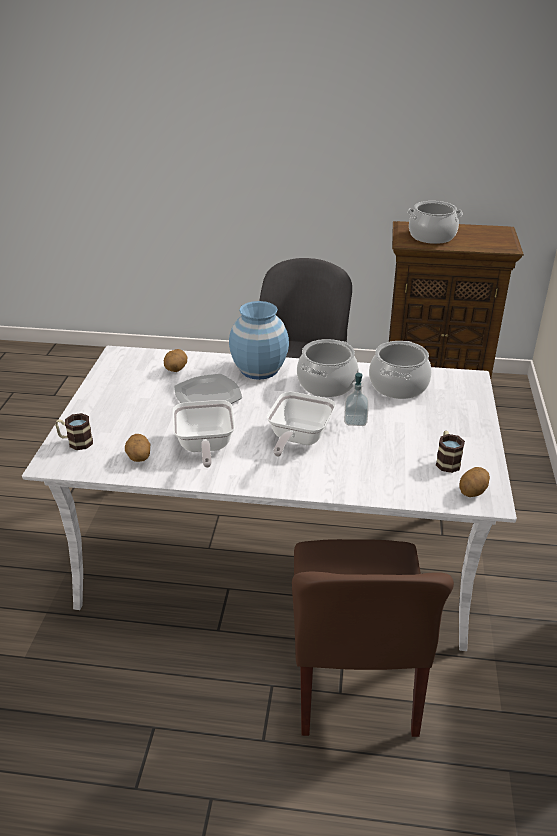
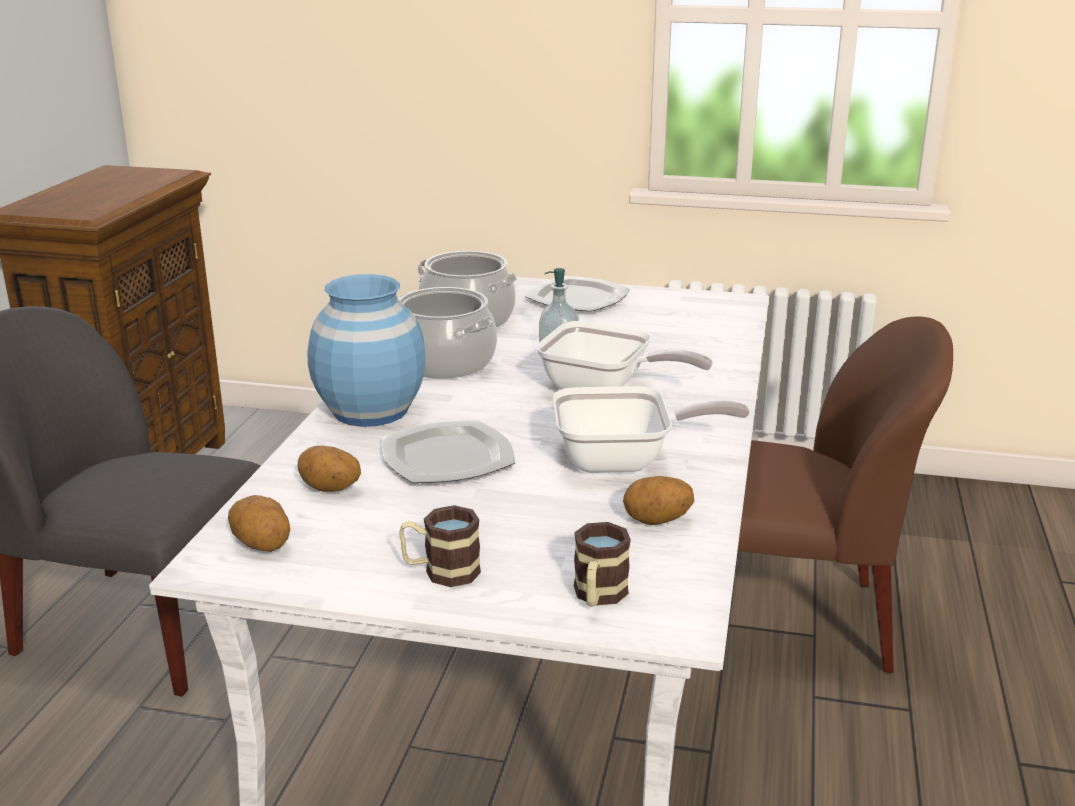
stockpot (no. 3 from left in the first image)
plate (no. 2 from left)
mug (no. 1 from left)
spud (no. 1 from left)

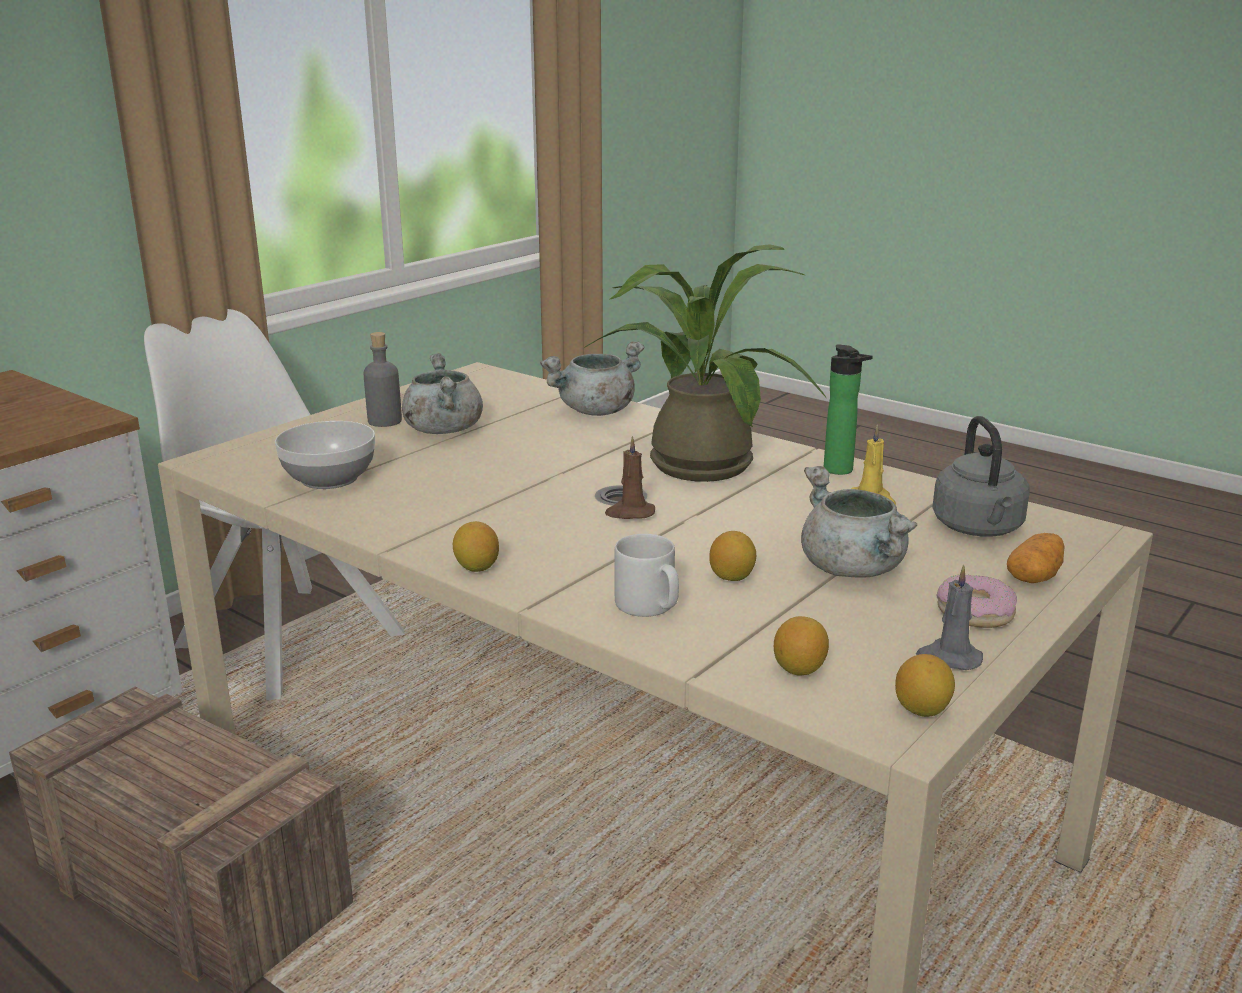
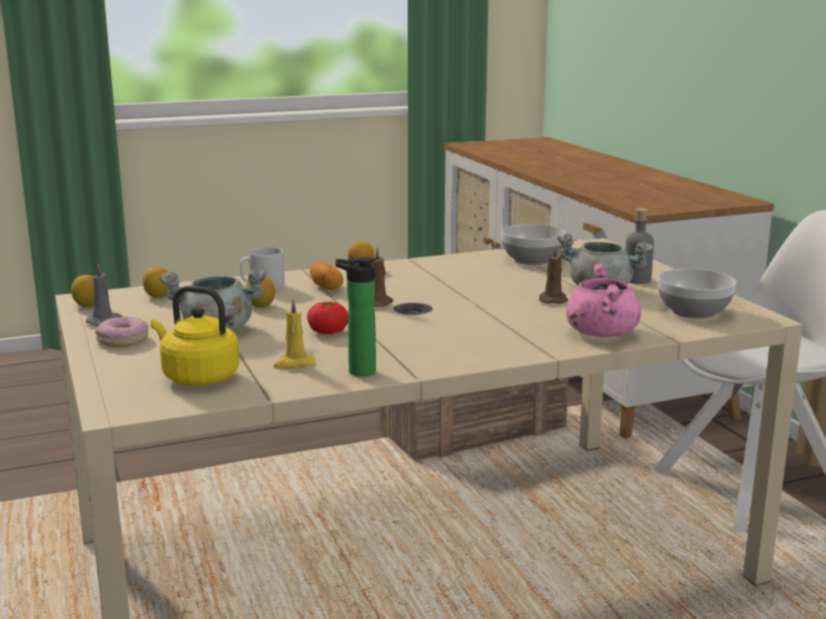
potted plant
fresh tomato
brown candle (no. 2 from left)
serving bowl (no. 2 from left)
spud
pink stockpot
yellowish tea kettle

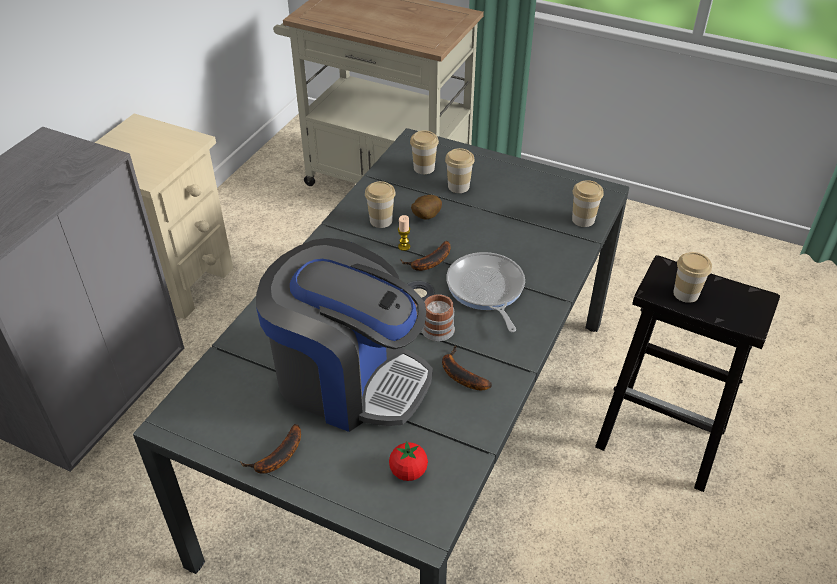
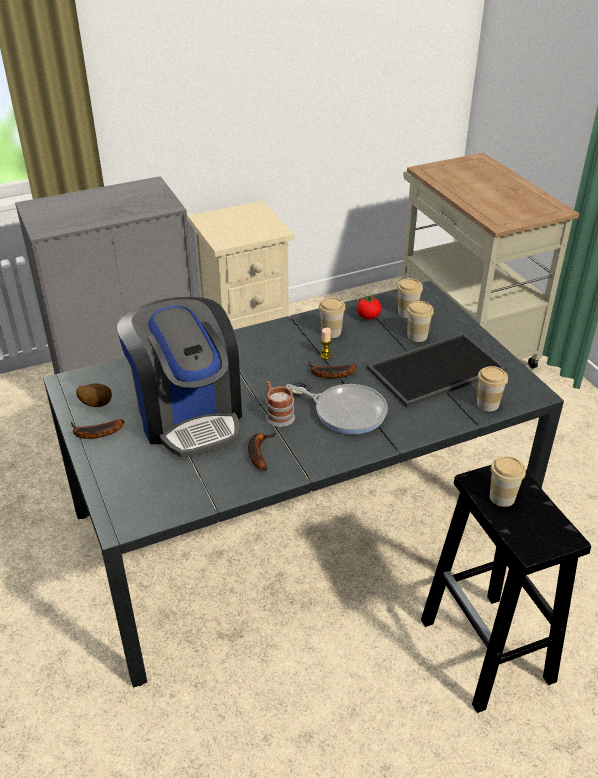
tray
fresh tomato
spud
frying pan

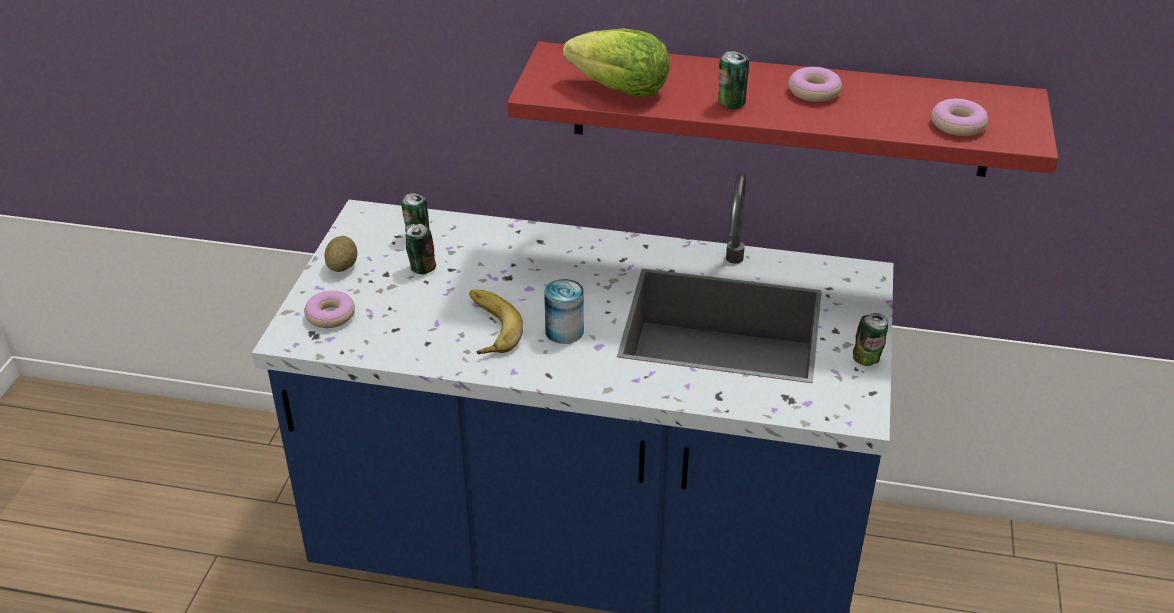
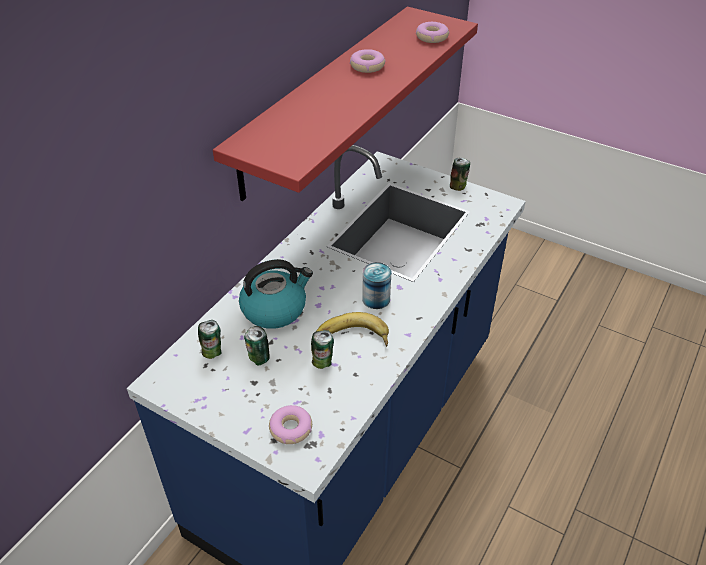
spud
head of lettuce
tea kettle
metal can (no. 3 from left)

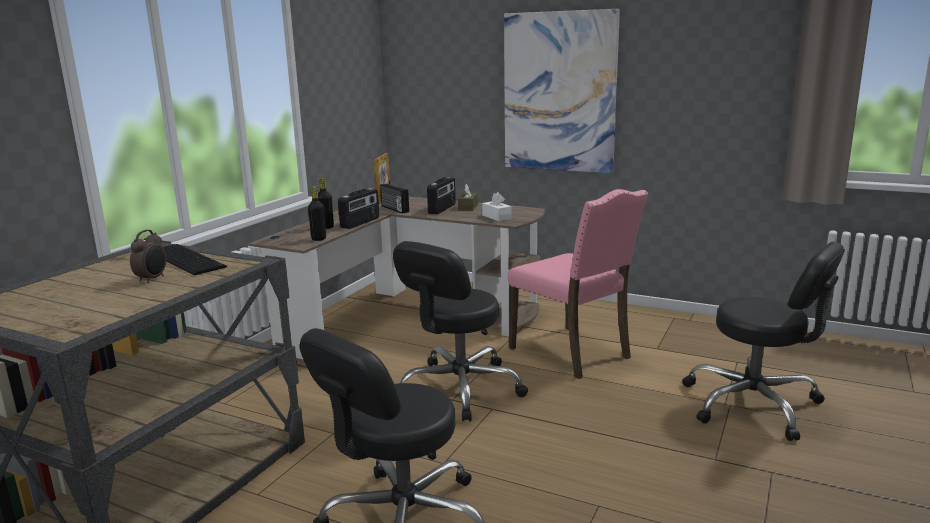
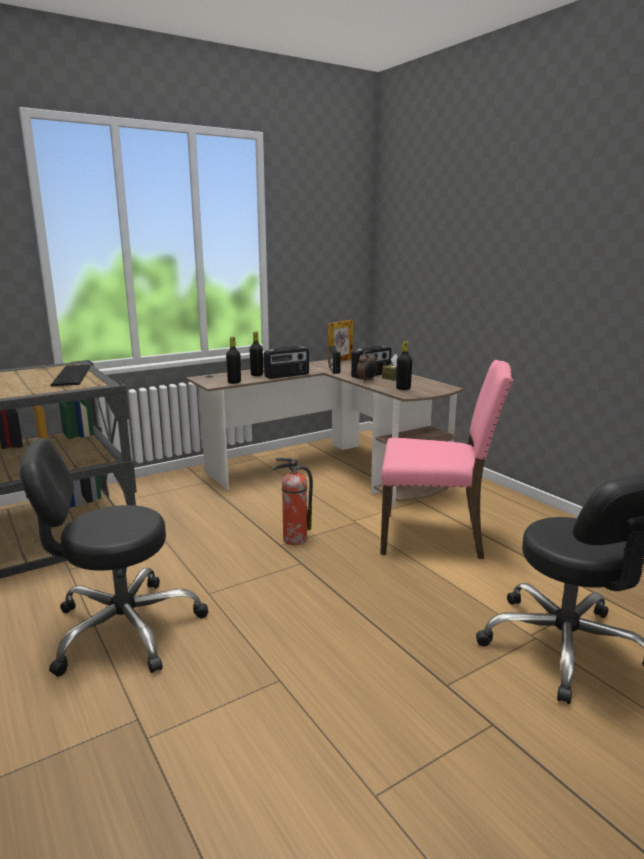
wall art
table clock
extinguisher
blackish drink bottle (no. 3 from left)
pink upright chair

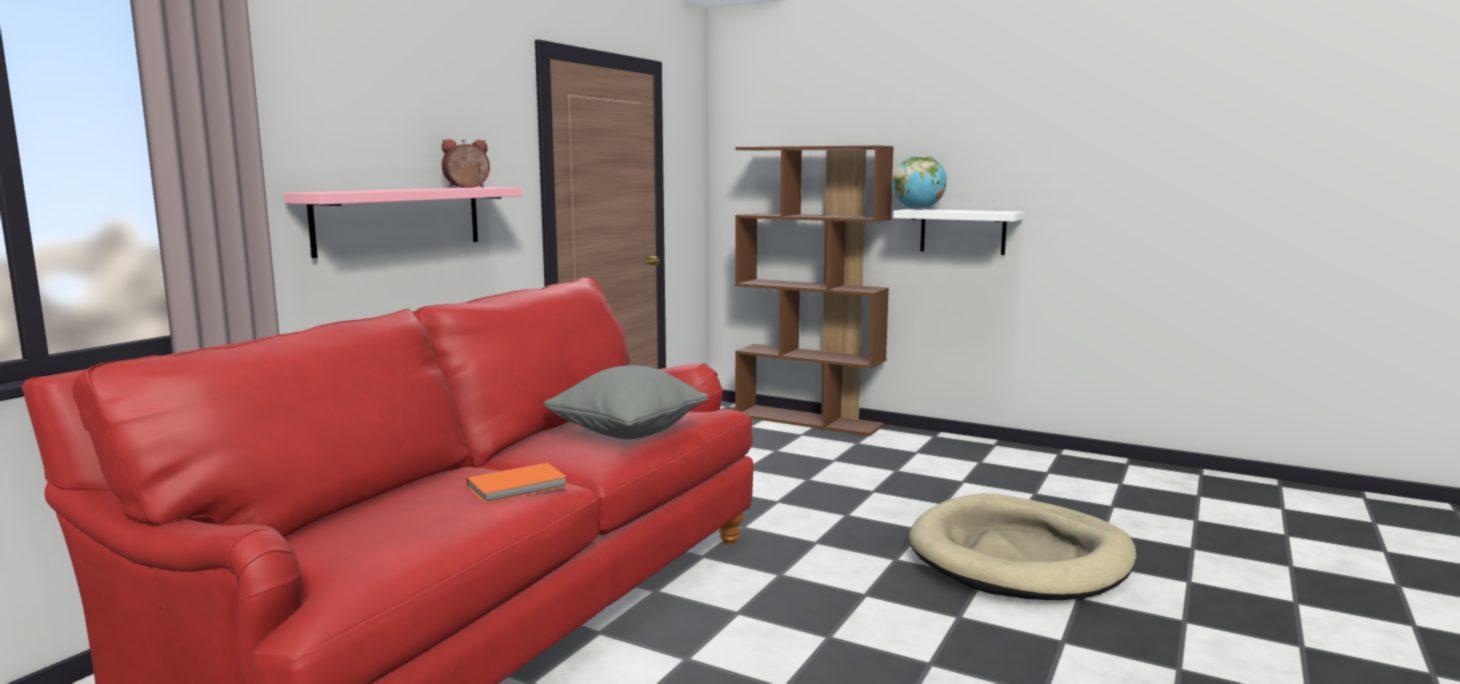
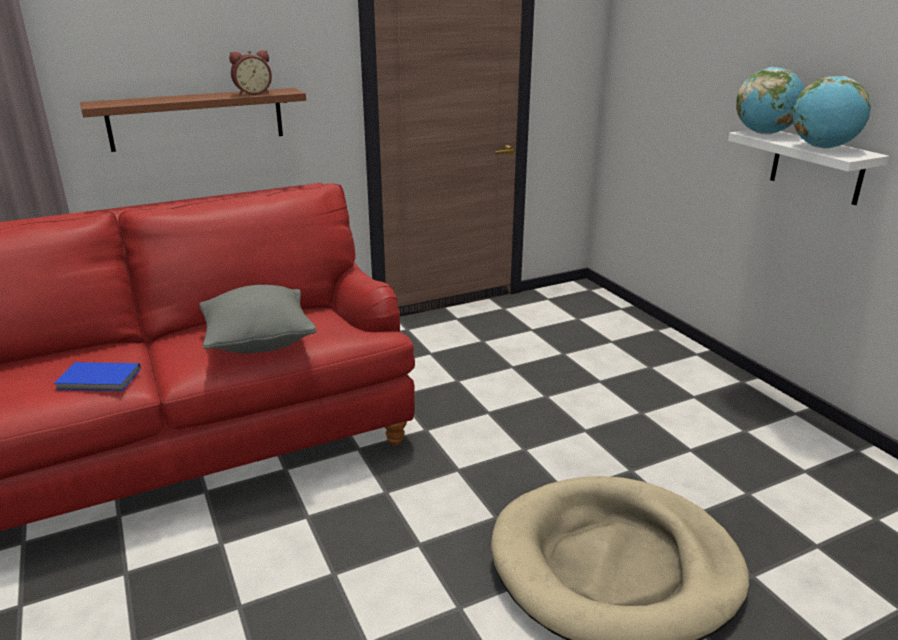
brown bookcase
world globe (no. 2 from left)
brown shelf
blue-coloured bound book
table clock

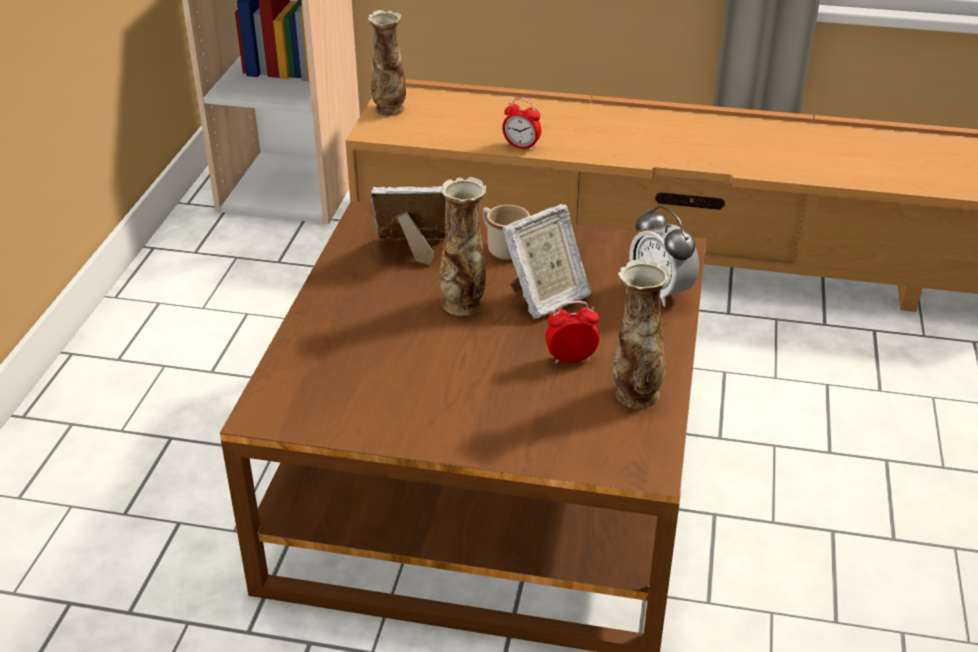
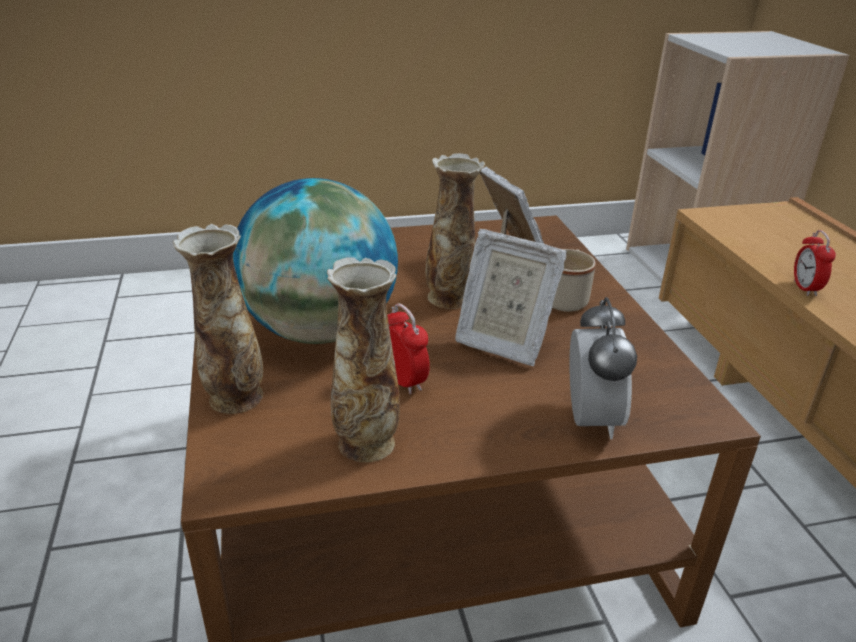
world globe
vase (no. 1 from left)
table clock (no. 2 from left)

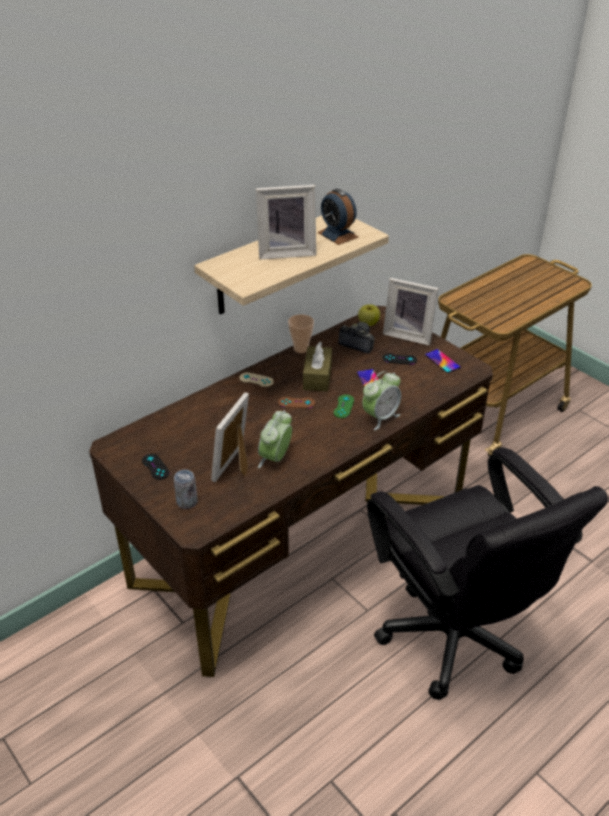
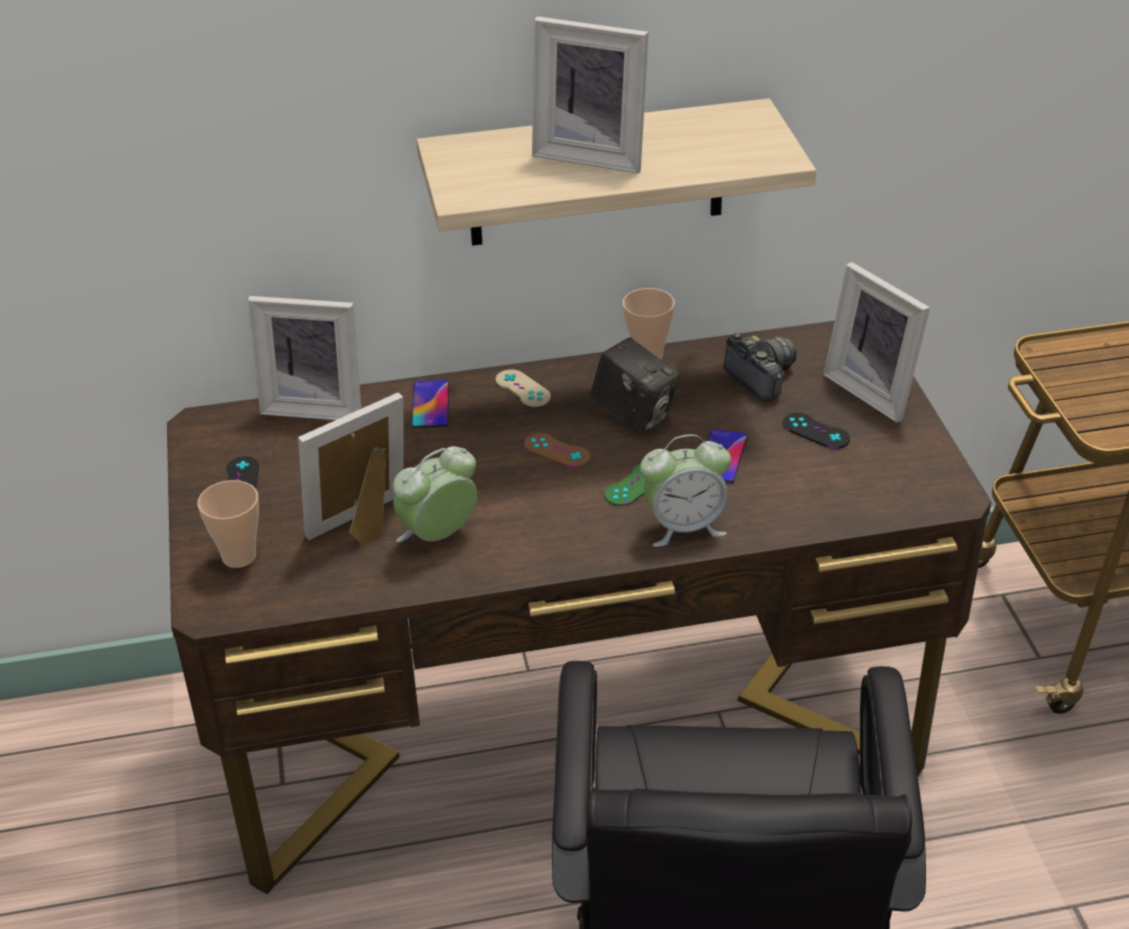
table clock (no. 2 from left in the first image)
apple
standing frame (no. 1 from left)
telephone (no. 1 from left)
drinking cup (no. 1 from left)
still camera (no. 1 from left)

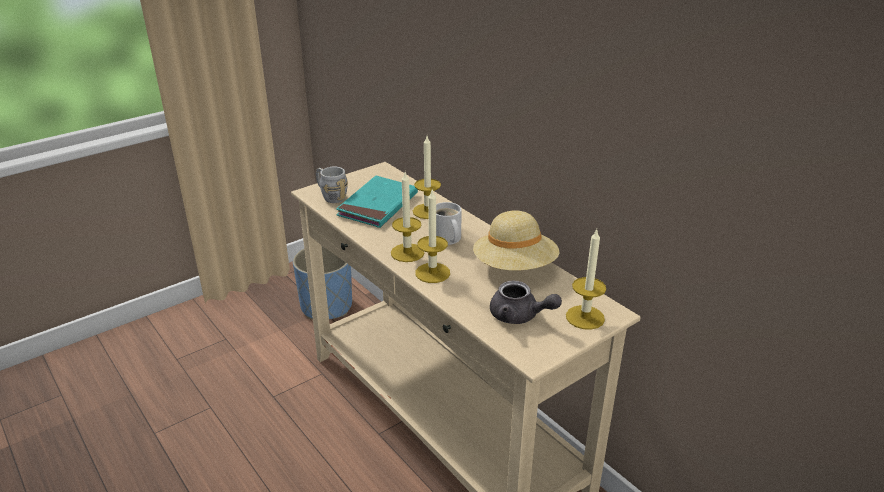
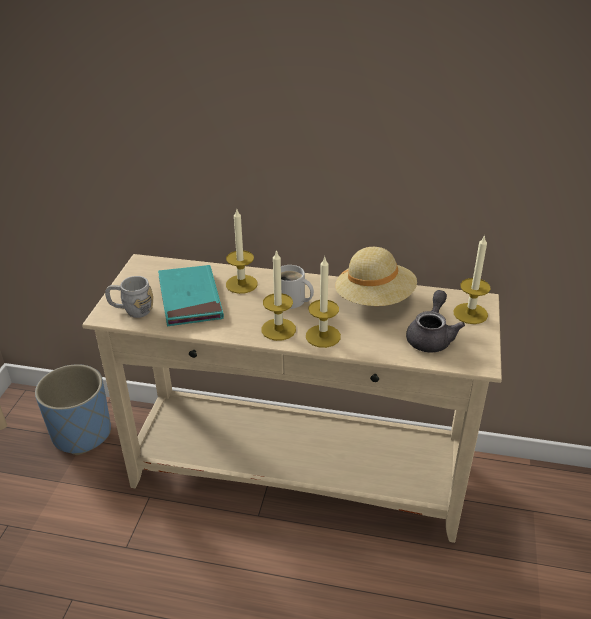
grey pot for tea

